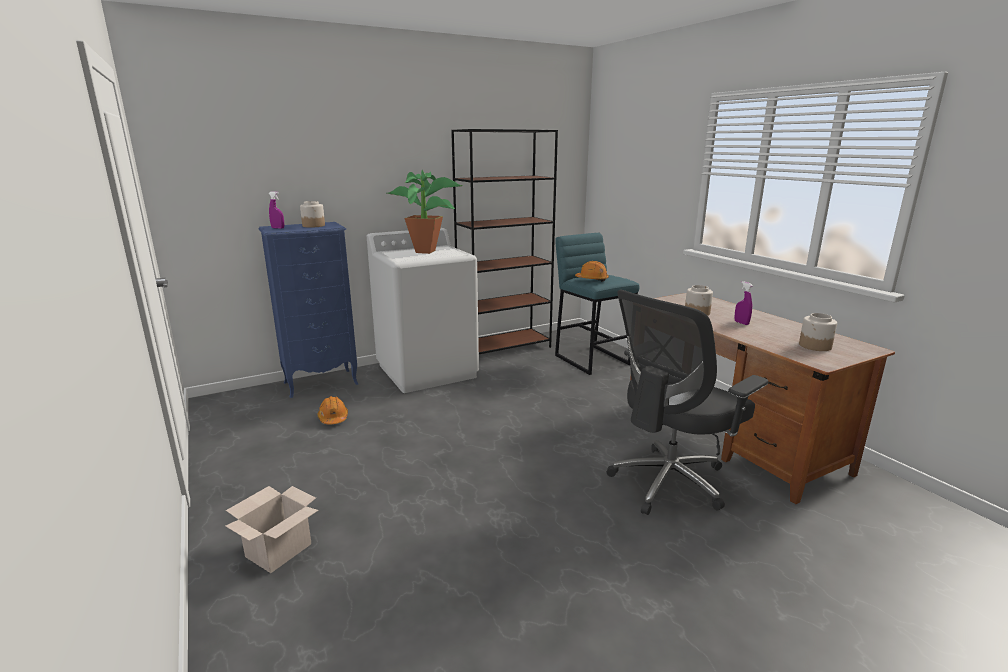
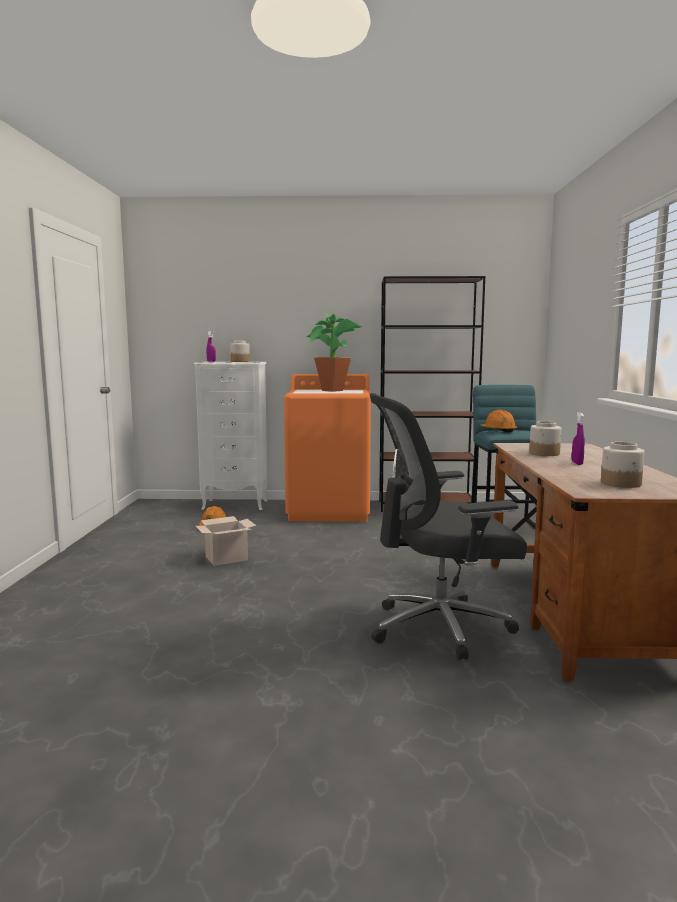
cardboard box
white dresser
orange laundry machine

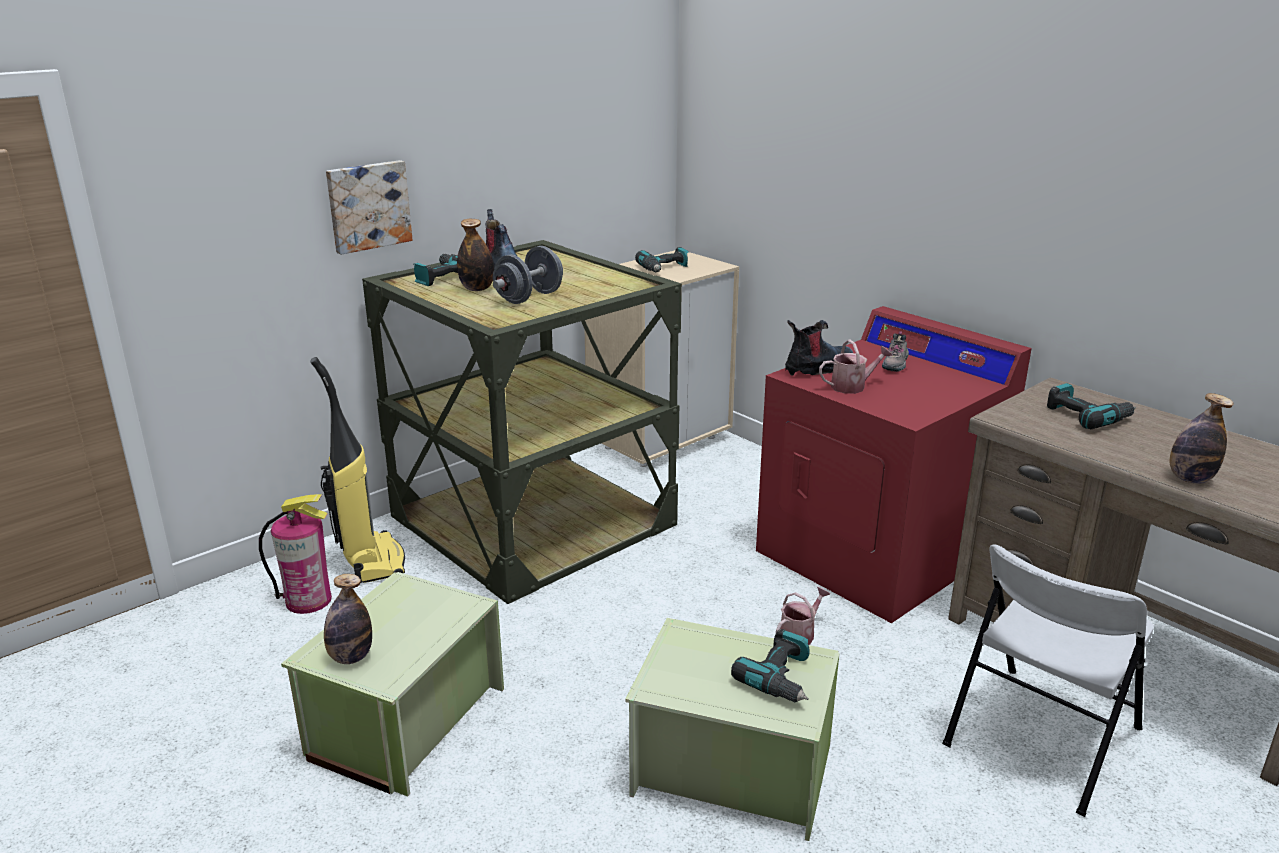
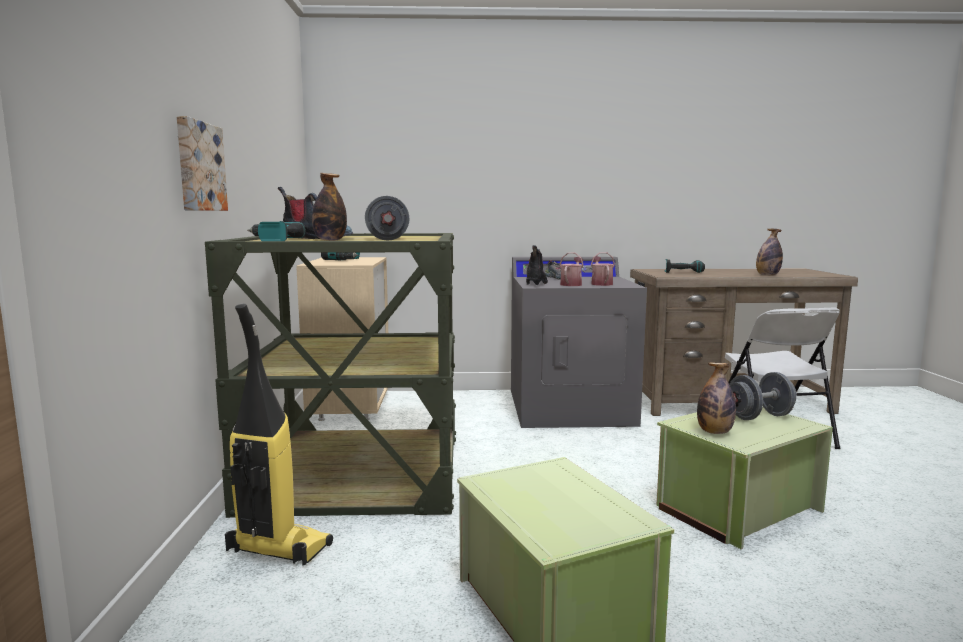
extinguisher
drink bottle (no. 2 from left)
watering pot (no. 2 from left)
grey free weight (no. 2 from left)
grey laundry machine

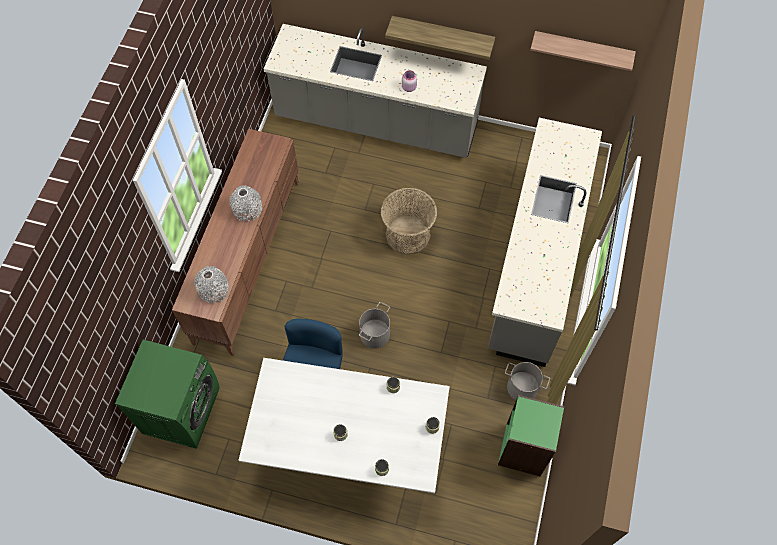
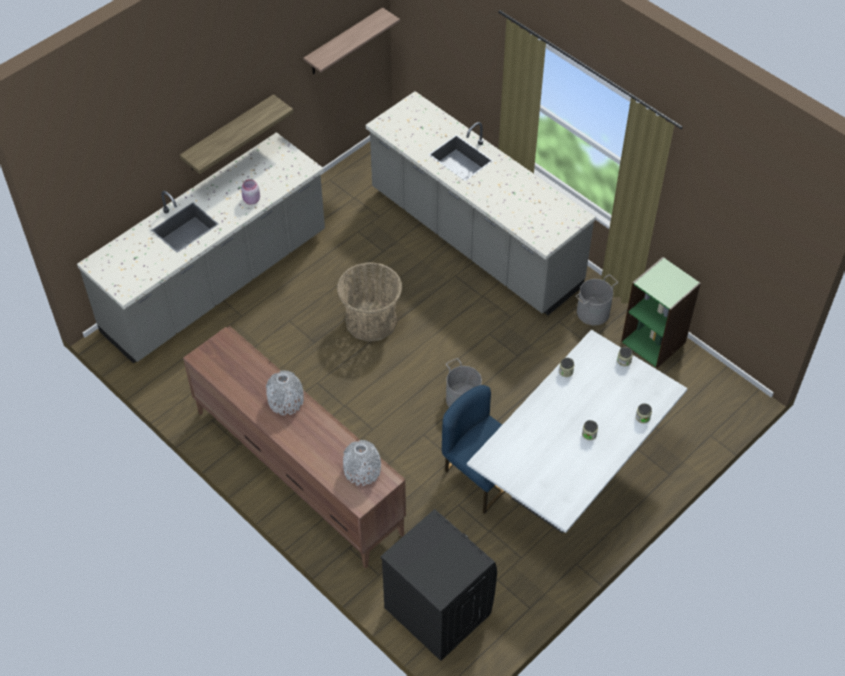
blackish laundry machine

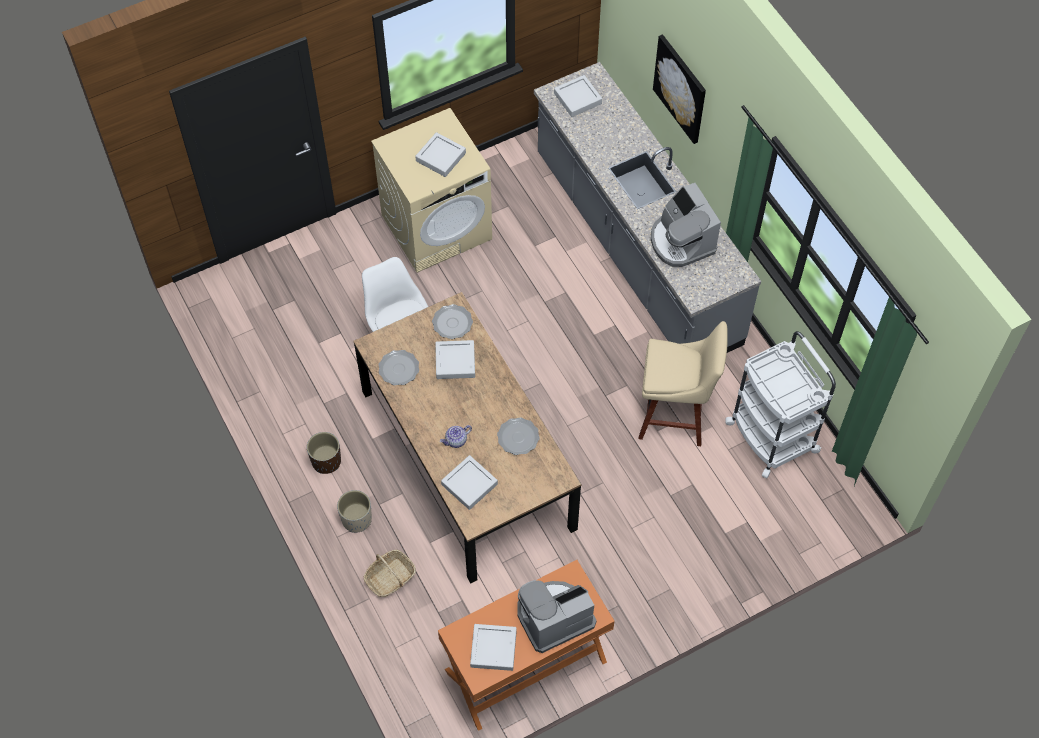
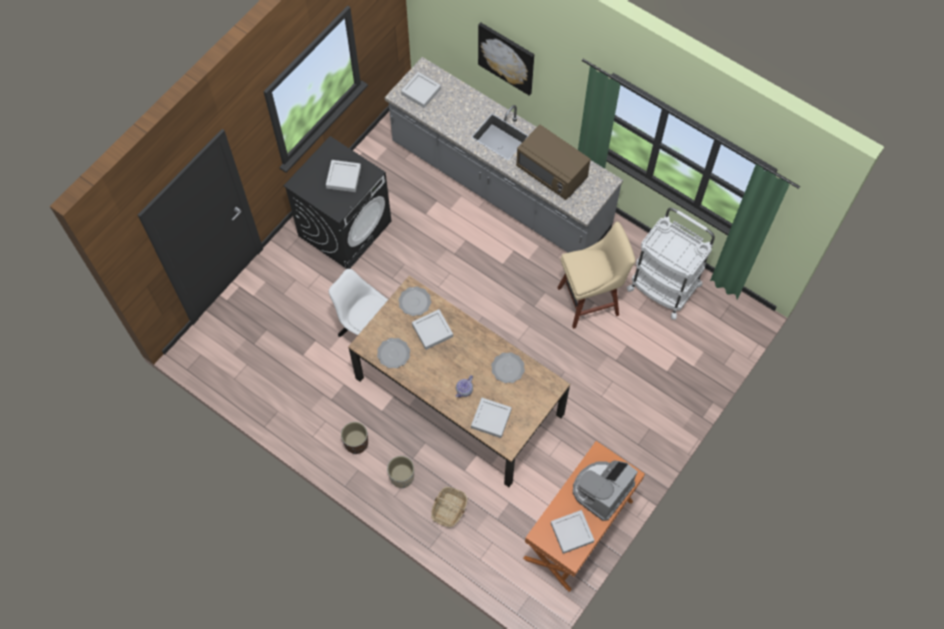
brown kitchen microwave
blackish laundry machine

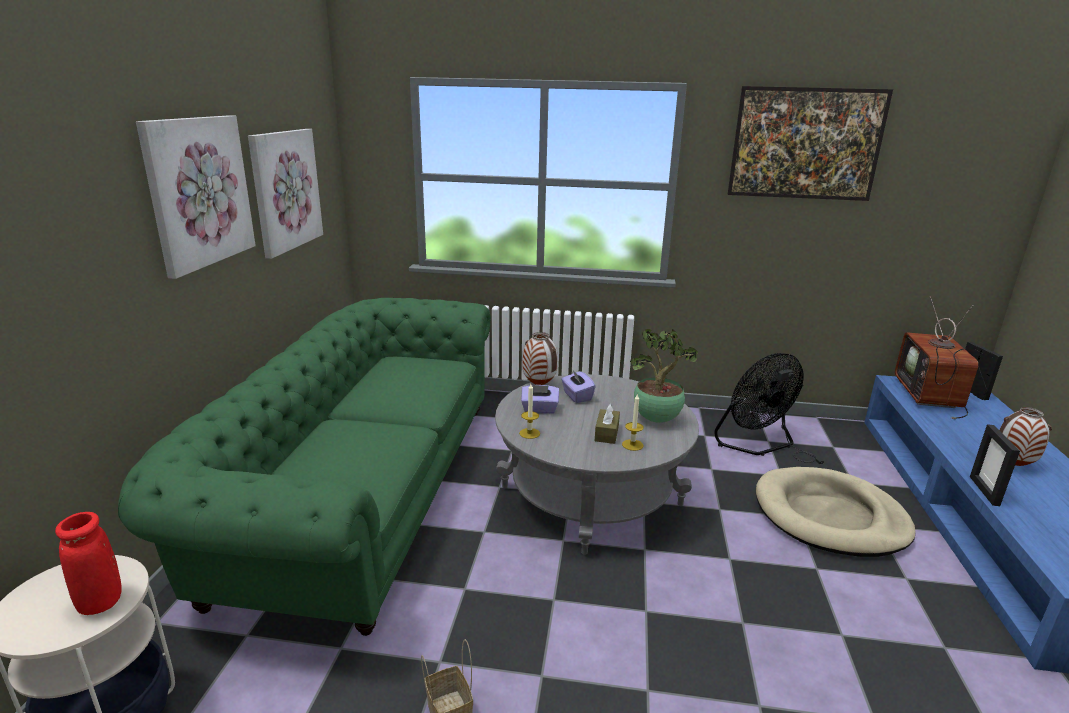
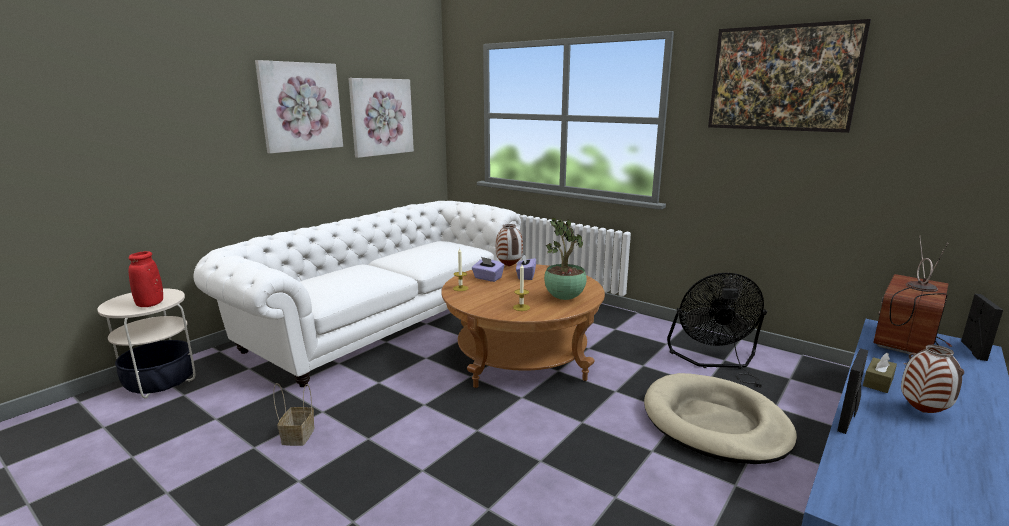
brown box of tissues
white couch
brown lounge table

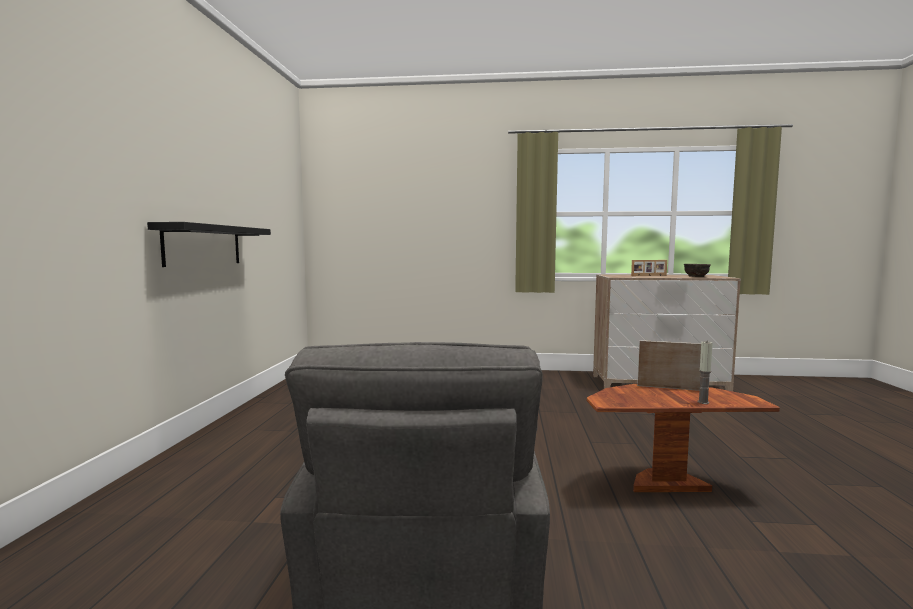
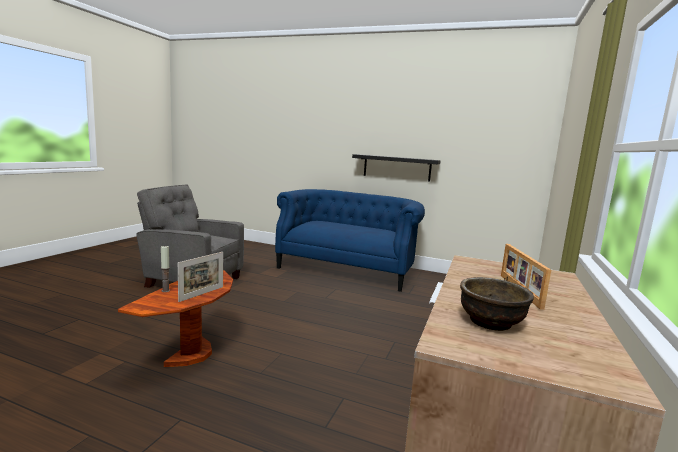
blue-coloured couch

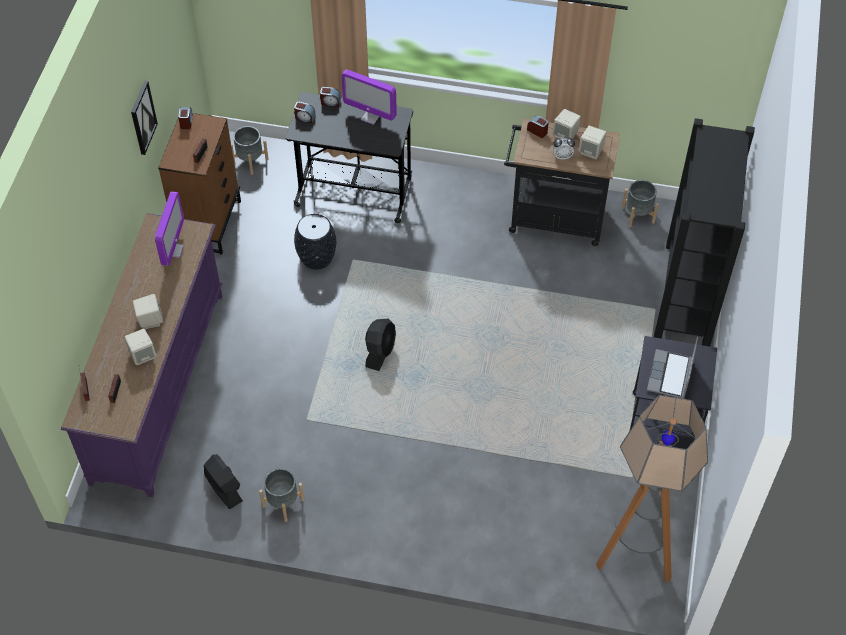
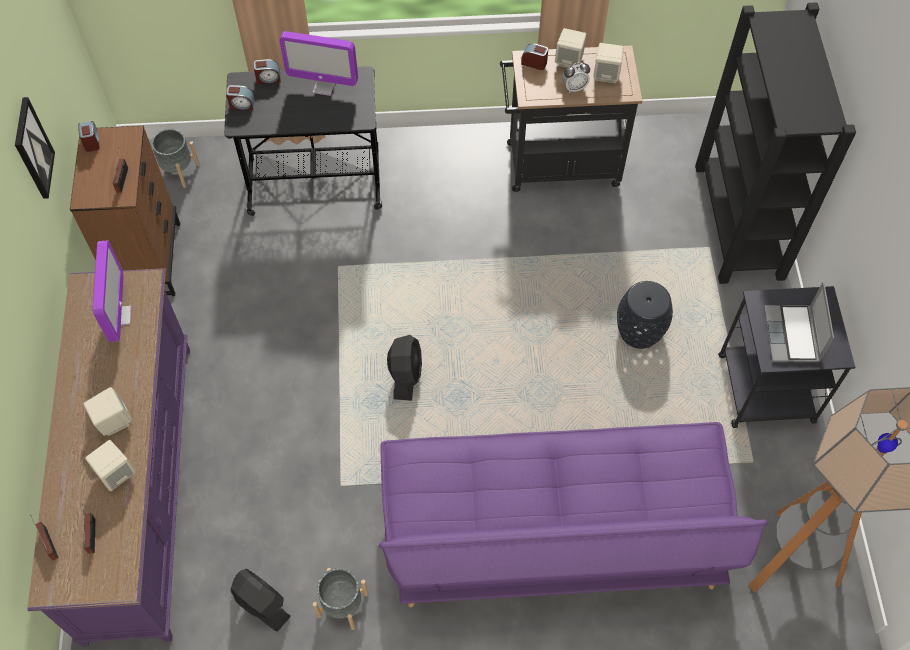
grey plant pot (no. 3 from left in the first image)
purplish couch
blackish sitting stool

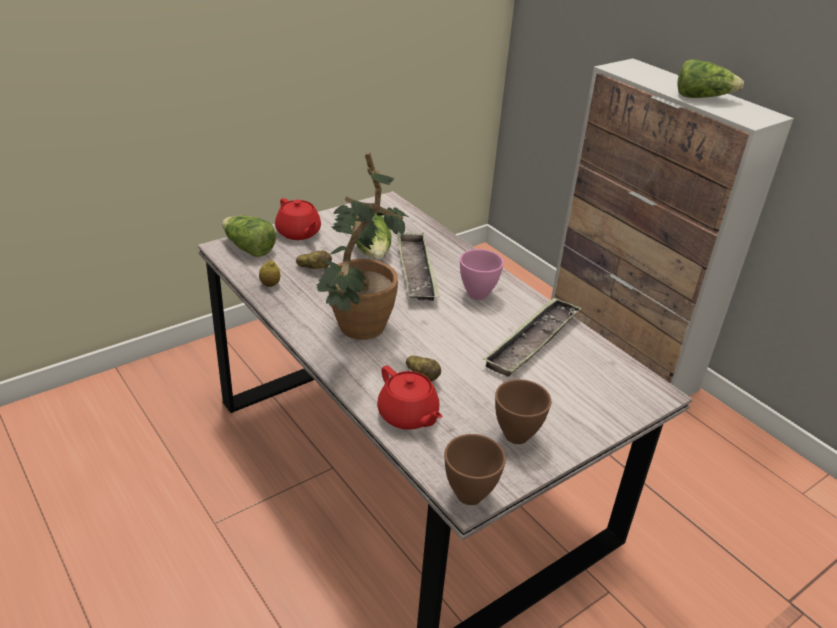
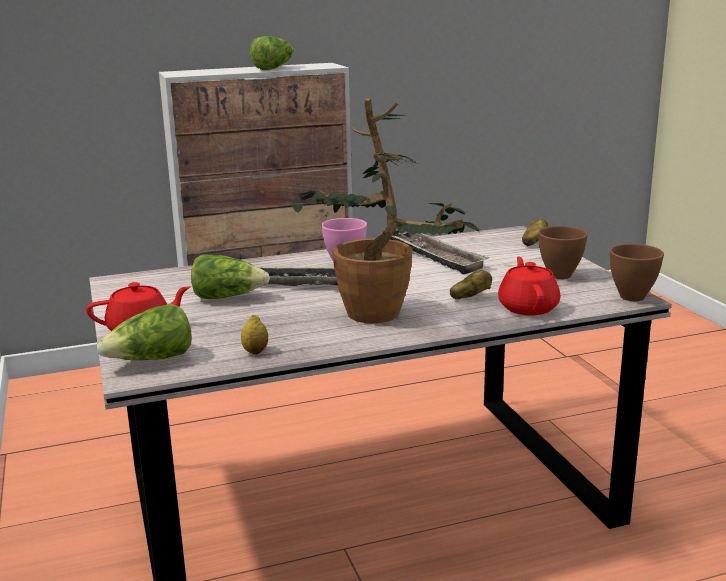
spud (no. 2 from left)
red pot for tea (no. 2 from left)

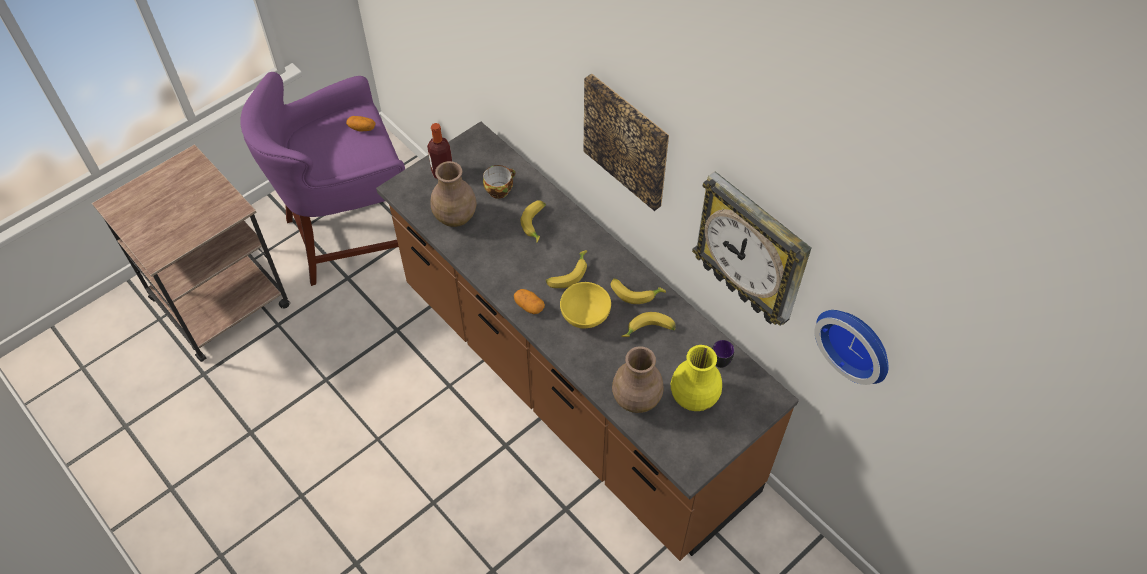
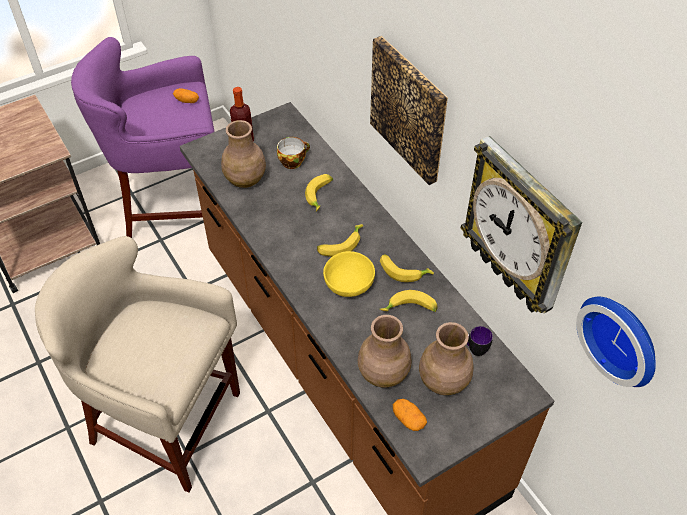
sand-coloured sitting stool
spud (no. 2 from left)
brown vase (no. 3 from left)

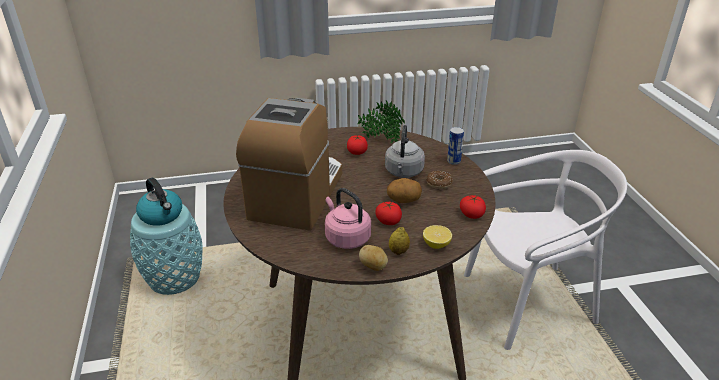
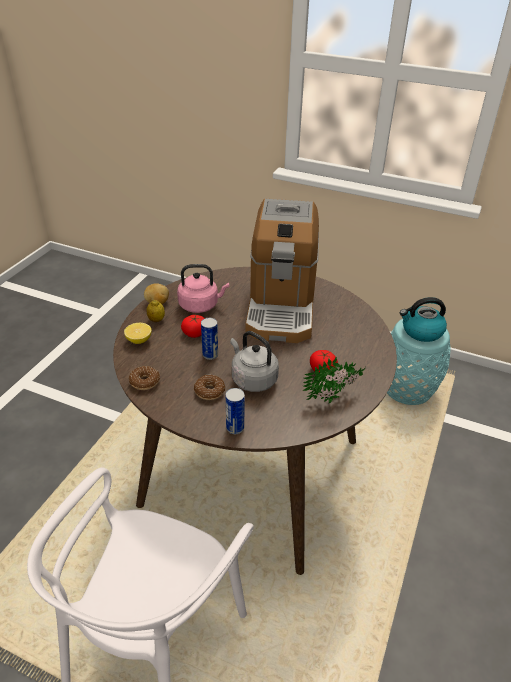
metal can (no. 1 from left)
donut (no. 1 from left)
coffee brewer

